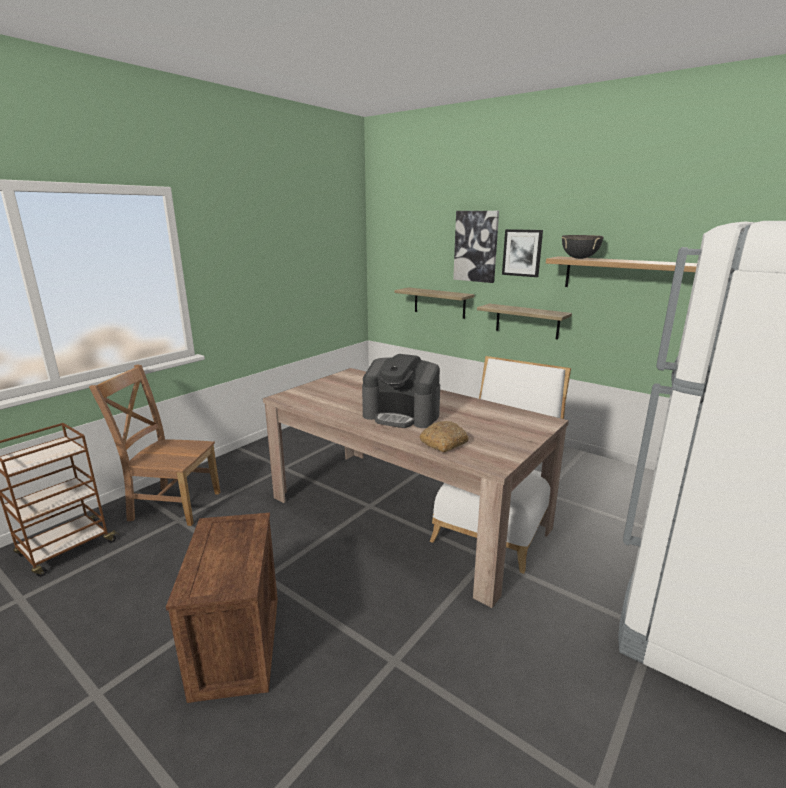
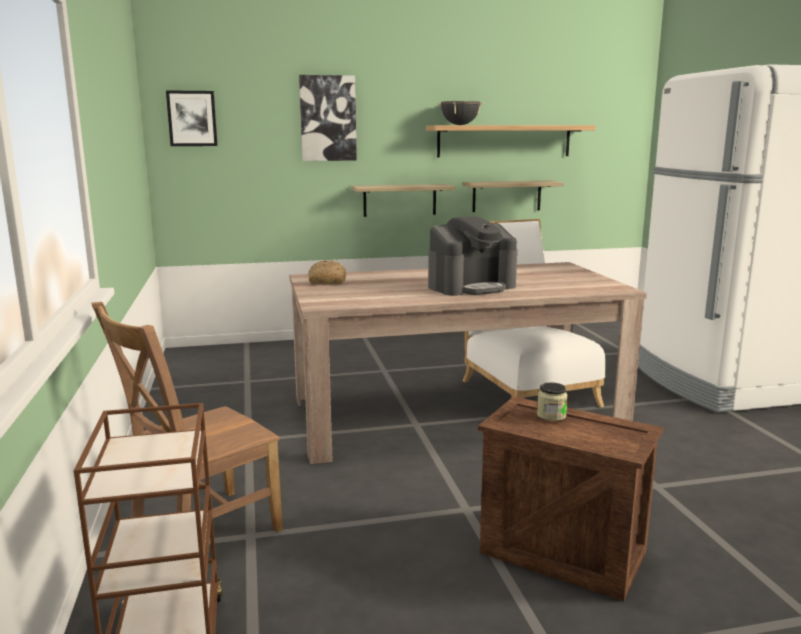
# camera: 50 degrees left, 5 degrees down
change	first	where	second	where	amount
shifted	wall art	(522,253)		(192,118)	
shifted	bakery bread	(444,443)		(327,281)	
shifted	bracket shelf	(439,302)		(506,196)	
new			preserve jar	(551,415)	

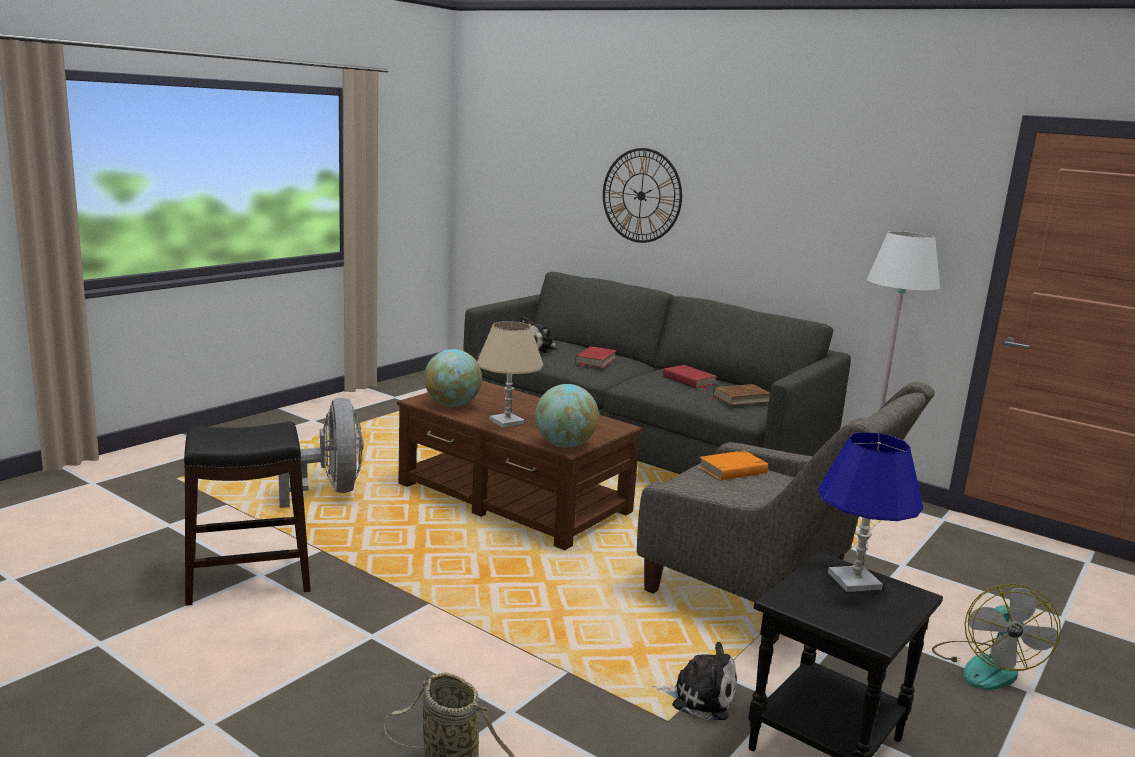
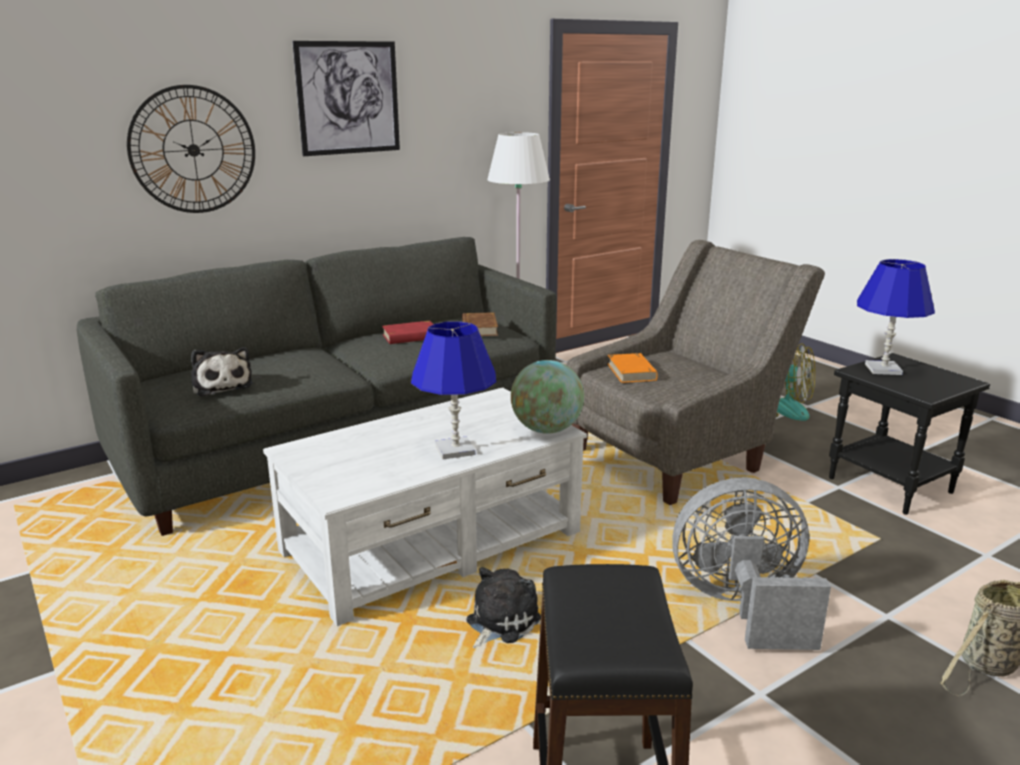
# camera: 70 degrees left, 5 degrees up
change	first	where	second	where	amount
repainted	brown-coloured lounge table	(513,499)	white-coloured lounge table	(434,542)	
new			wall art	(348,98)	
repainted	beige-coloured lamp for a table	(507,421)	blue-coloured lamp for a table	(455,449)	
shifted	cuddly toy	(699,697)		(499,623)	
shifted	greyish fan	(330,491)		(742,607)	
gone	world globe	(452,405)			
gone	reddish bound book	(595,360)			

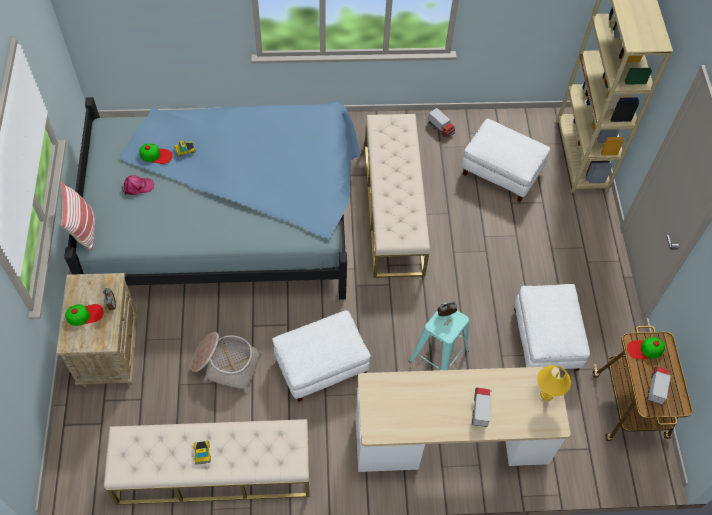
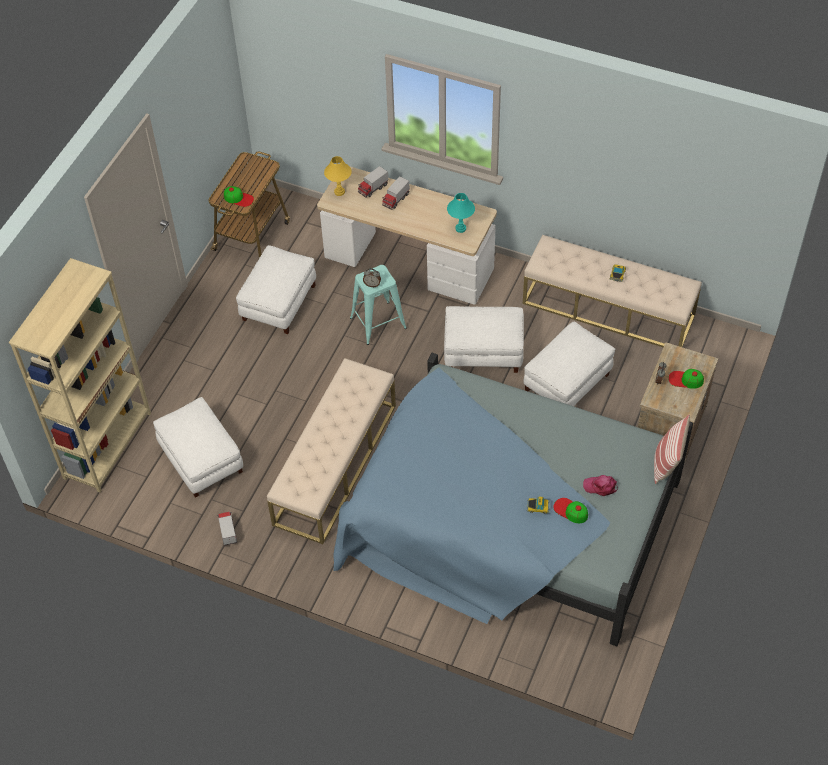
# camera: 150 degrees left, 5 degrees down
change	first	where	second	where	amount
shifted	toy truck	(656,388)		(373,188)	
new			blue-green lamp for a table	(461,228)	
swapped	storage basket	(225,364)	white-coloured ottoman	(567,382)	

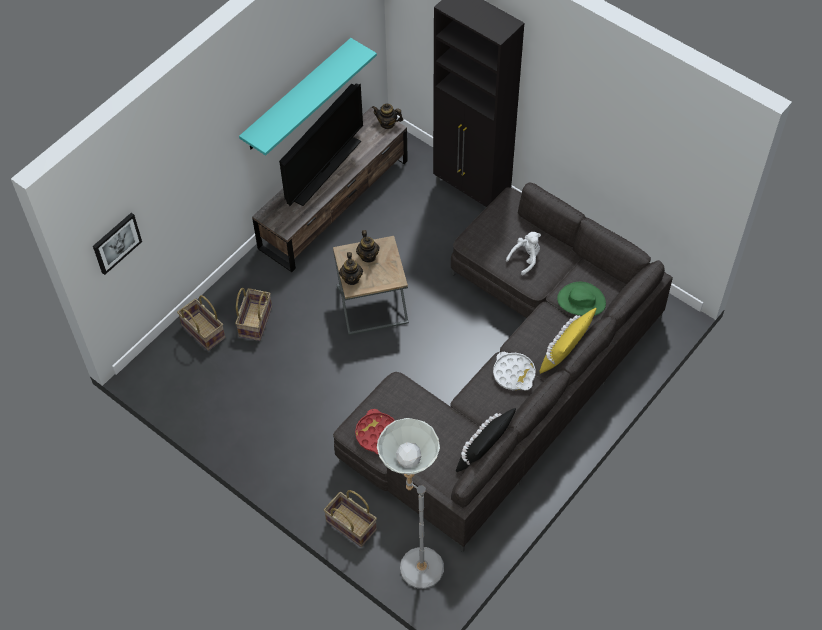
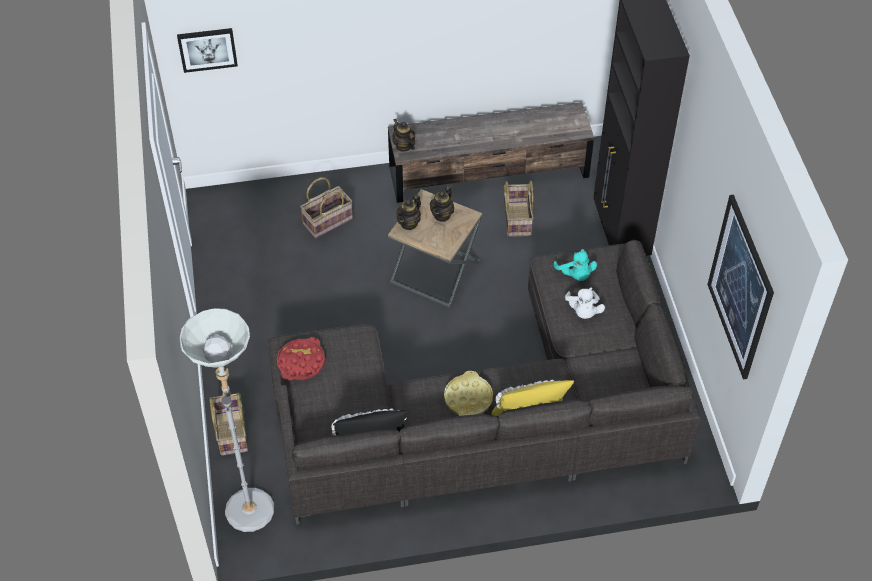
# camera: 40 degrees right, 5 degrees down
change	first	where	second	where	amount
shifted	pot for tea	(387,123)		(404,146)	
repainted	white-coloured tray	(514,373)	yellowish tray	(468,398)	
shifted	storage basket	(202,332)		(516,219)	
new			blue-green cuddly toy	(576,275)	
rotated	white-coloured cuddly toy	(525,258)		(583,311)	90 degrees clockwise
new			wall art	(740,287)	
gone	blue-green bracket shelf	(297,95)			
gone	television	(325,169)			
gone	greenish wearable hat	(581,301)			

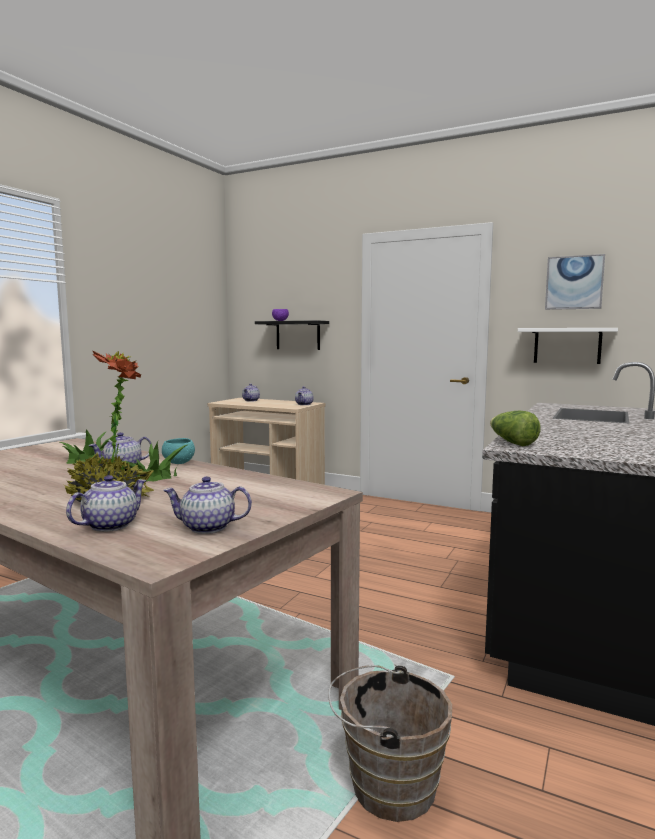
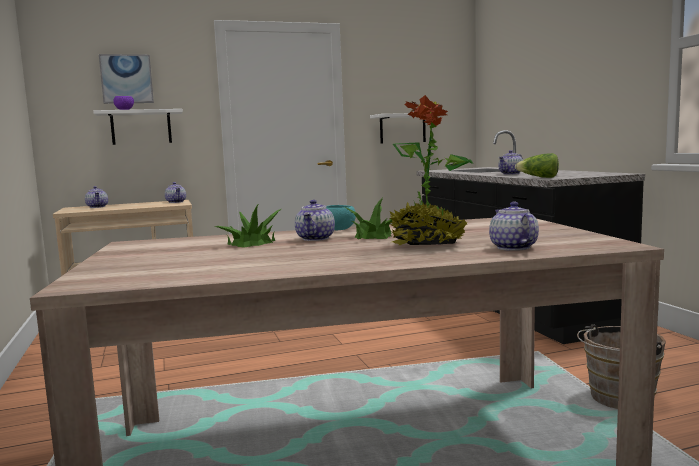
# camera: 45 degrees left, 0 degrees up
change	first	where	second	where	amount
repainted	black bracket shelf	(298,335)	white-coloured bracket shelf	(141,127)	
shifted	wall art	(574,282)		(126,79)	
shifted	pot for tea	(207,527)		(511,174)	

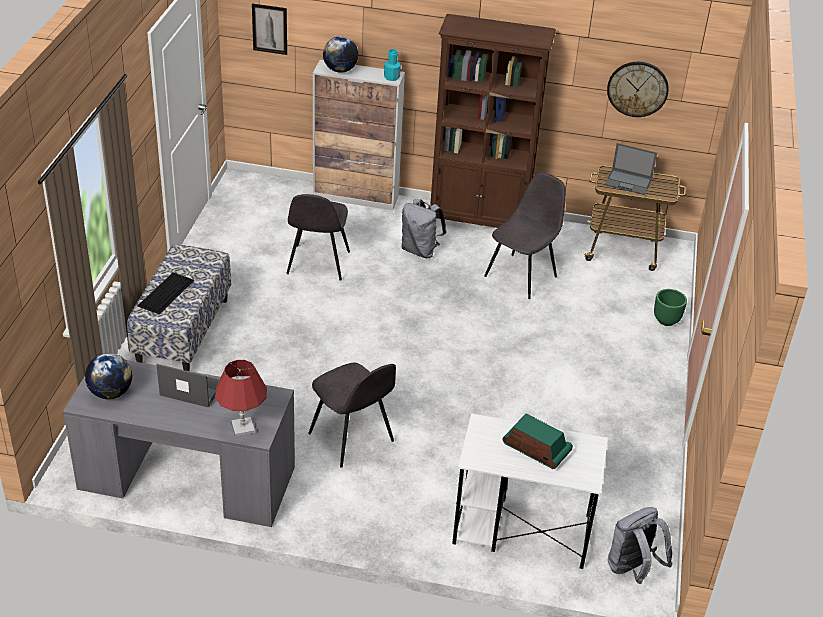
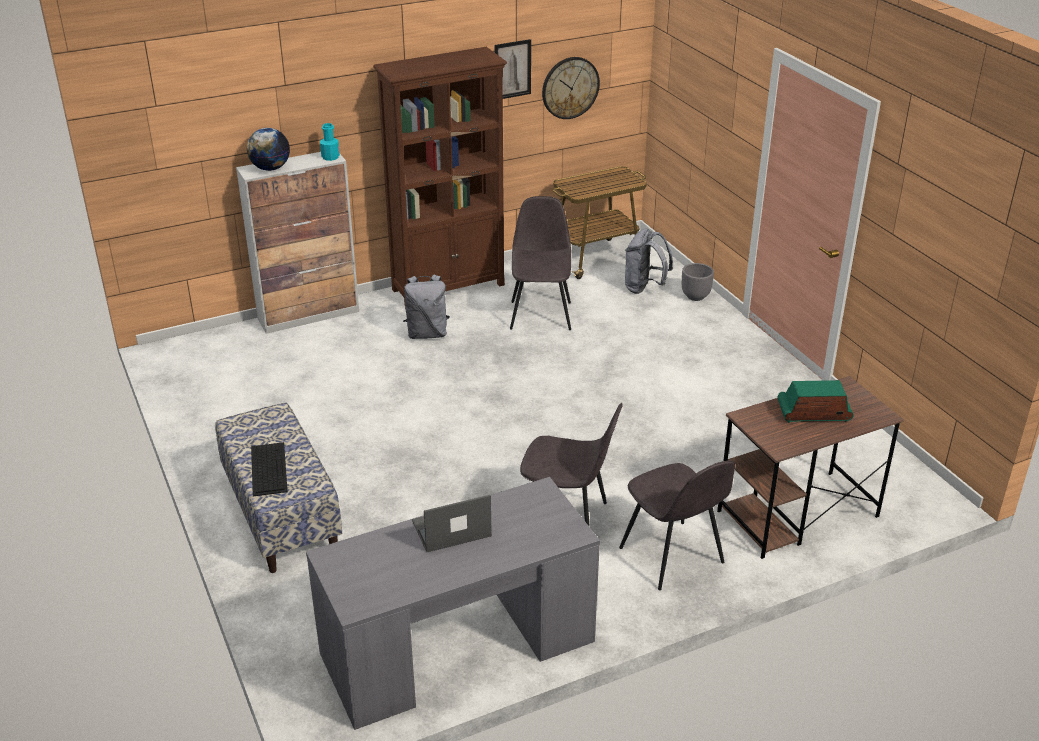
# camera: 35 degrees left, 5 degrees down
change	first	where	second	where	amount
shifted	wall art	(269,29)		(512,69)	
shifted	greyish plain chair	(318,264)		(673,557)	
shifted	greyish backpack	(632,569)		(644,288)	
repainted	greenish plant pot	(666,321)	greyish plant pot	(696,296)	
repainted	white-coloured desk unit	(520,529)	brown-coloured desk unit	(796,514)	
gone	world globe	(111,393)			
gone	reddish lamp for a table	(243,427)			
gone	notebook computer	(628,182)			

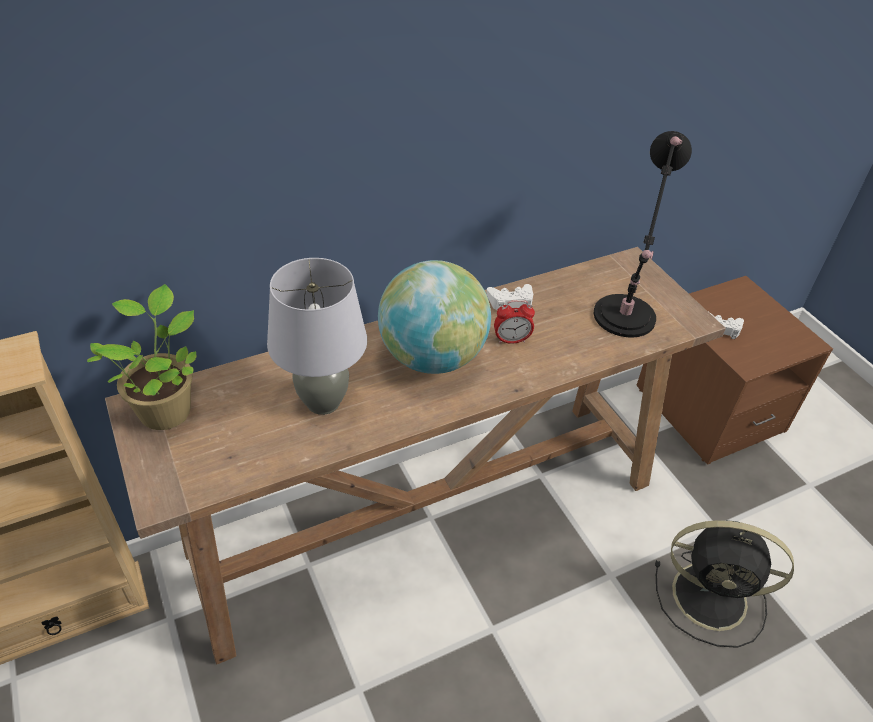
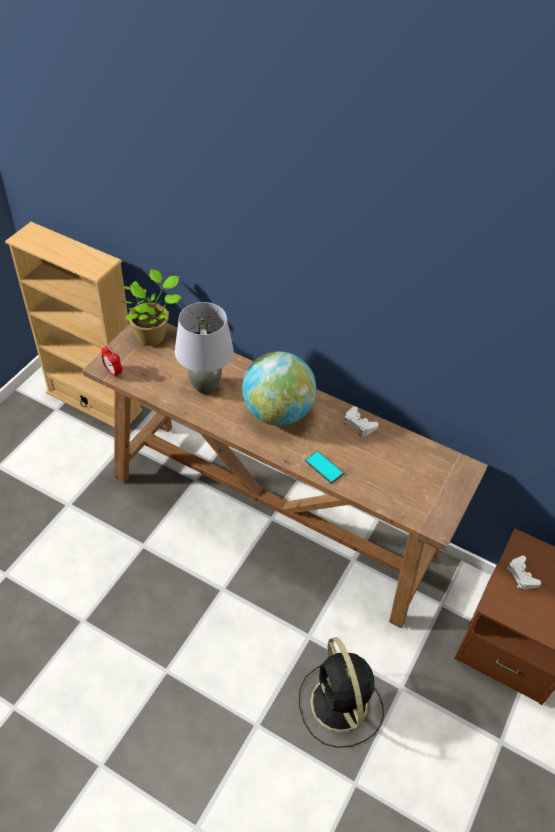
# camera: 55 degrees right, 5 degrees up
change	first	where	second	where	amount
shifted	bedside clock	(511,340)		(113,372)	
new			phone	(324,467)	
gone	black lamp for a table	(623,320)			

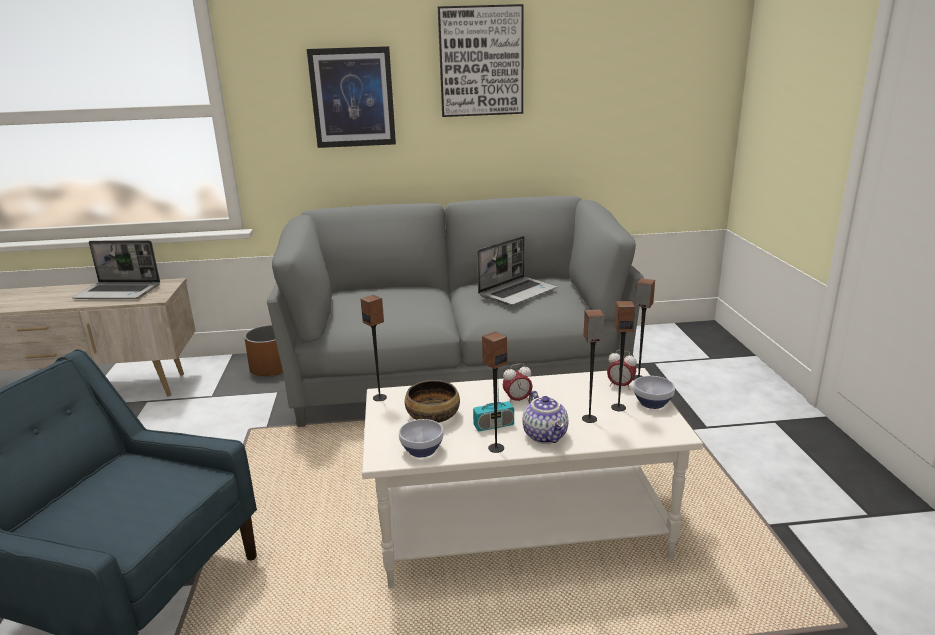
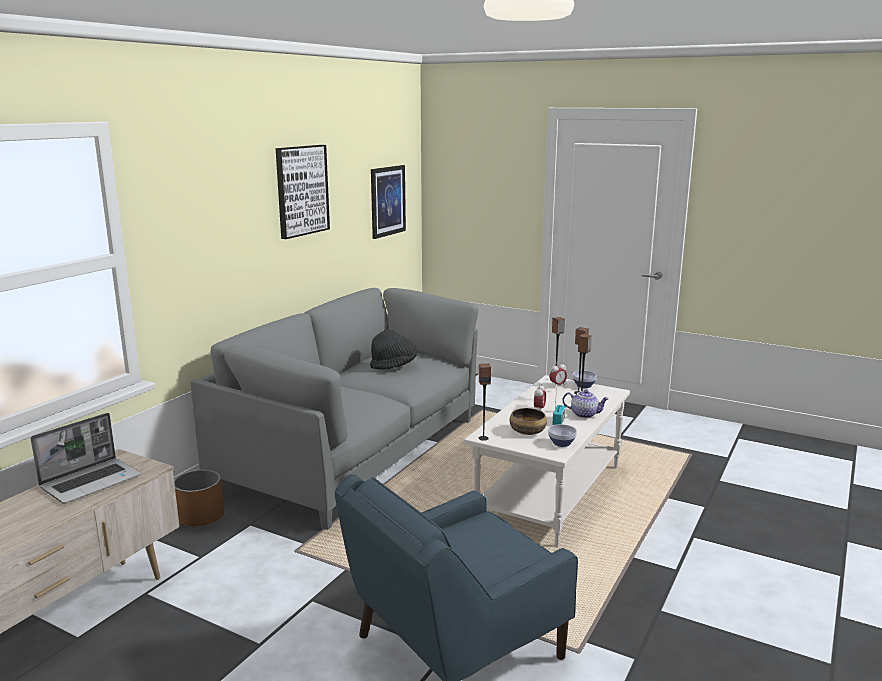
# camera: 55 degrees left, 5 degrees down
change	first	where	second	where	amount
swapped	notebook computer	(517,292)	black wearable hat	(394,366)	
shifted	wall art	(352,97)		(387,201)	
gone	audio speaker	(496,448)			

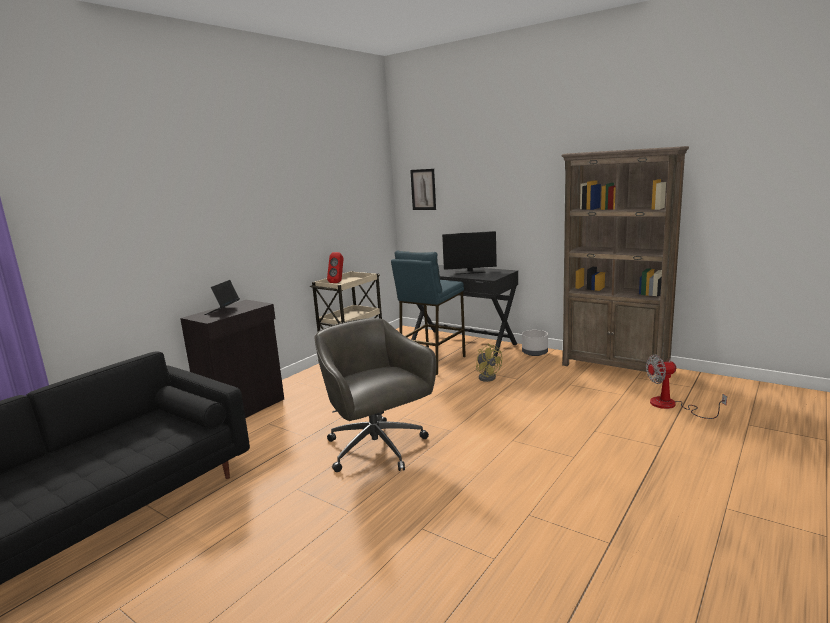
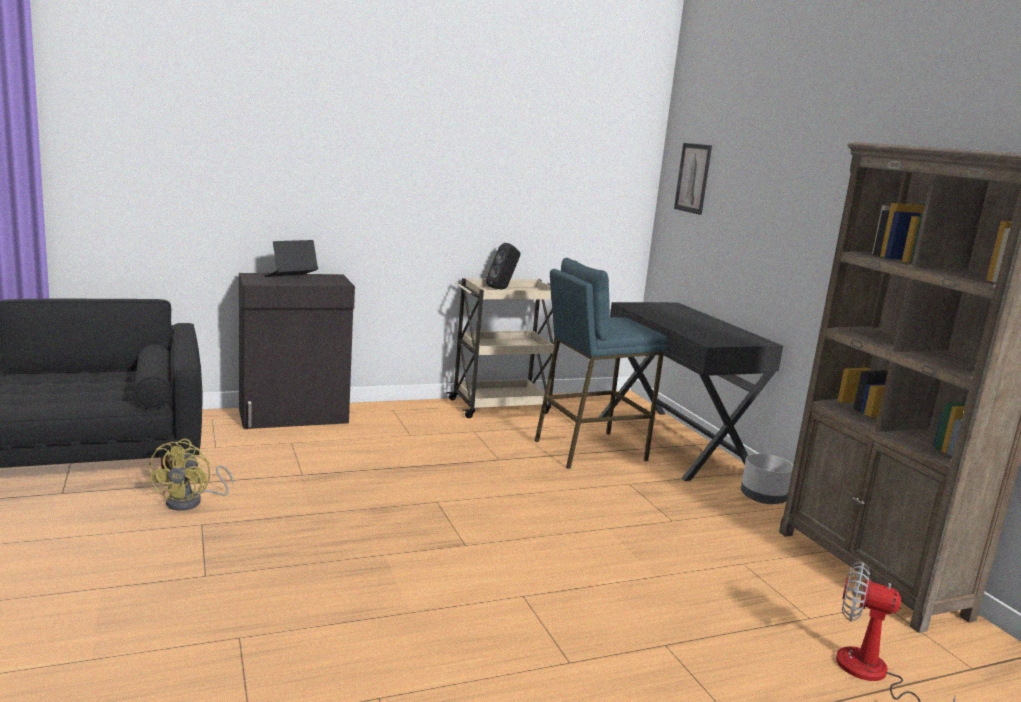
# camera: 30 degrees right, 0 degrees up
change	first	where	second	where	amount
shifted	yellowish fan	(487,377)		(191,502)	
repainted	reddish audio speaker	(338,282)	black audio speaker	(502,289)	
gone	greyish computer chair	(377,449)			
gone	computer screen	(470,272)			

